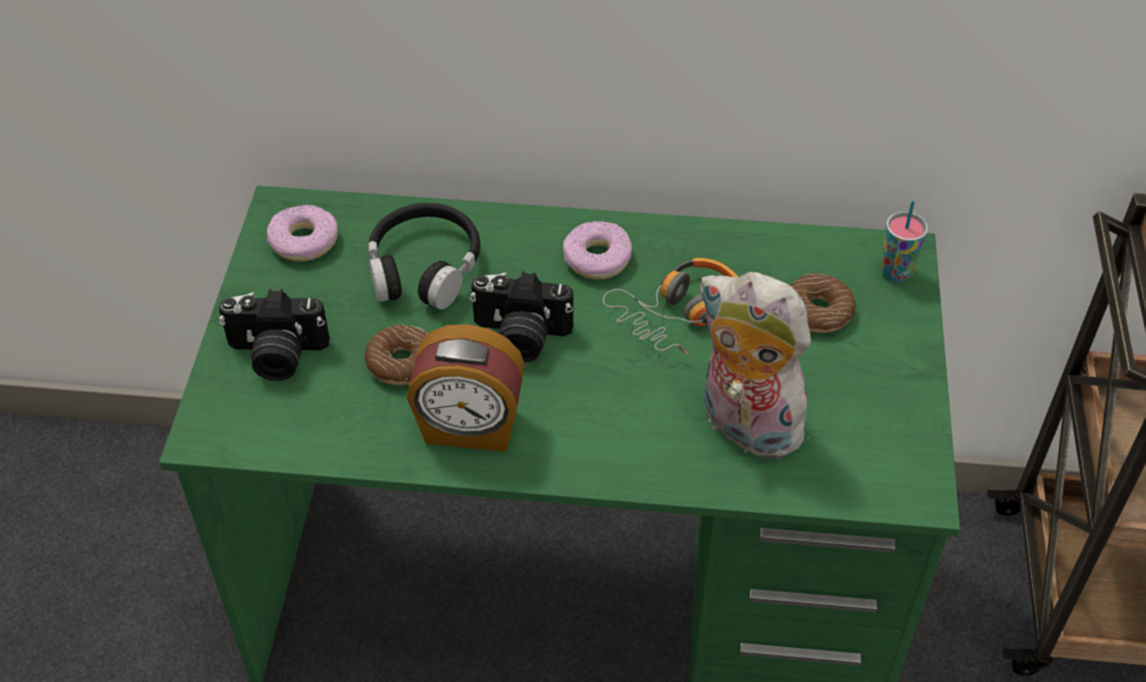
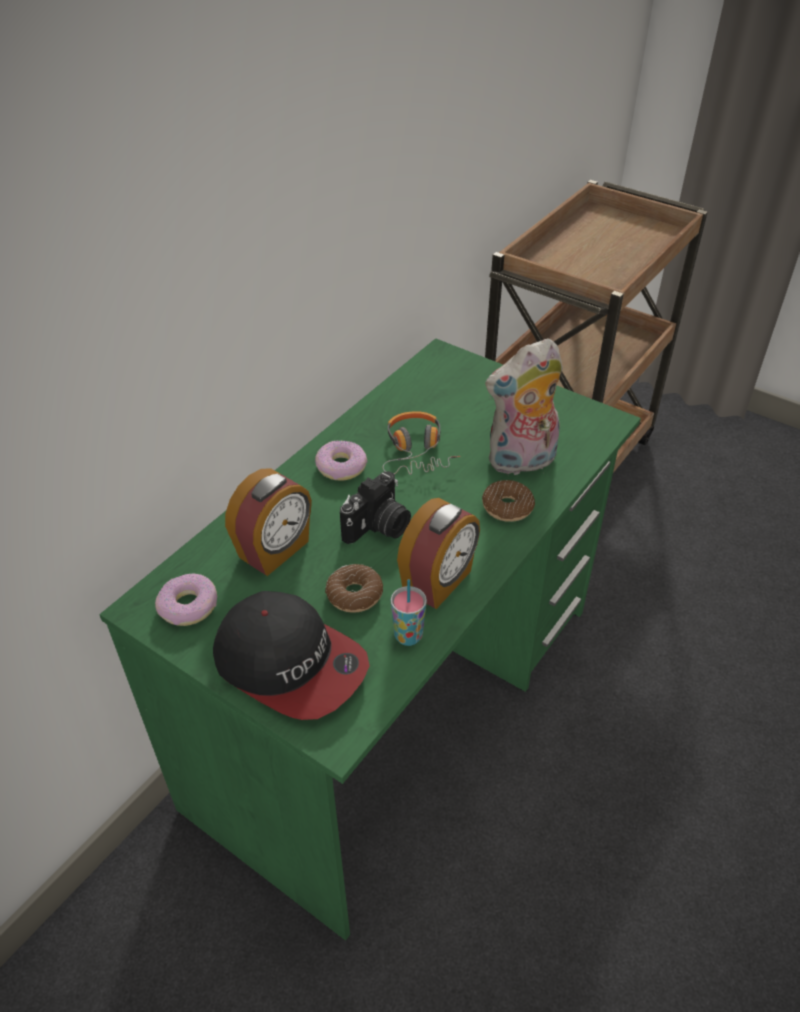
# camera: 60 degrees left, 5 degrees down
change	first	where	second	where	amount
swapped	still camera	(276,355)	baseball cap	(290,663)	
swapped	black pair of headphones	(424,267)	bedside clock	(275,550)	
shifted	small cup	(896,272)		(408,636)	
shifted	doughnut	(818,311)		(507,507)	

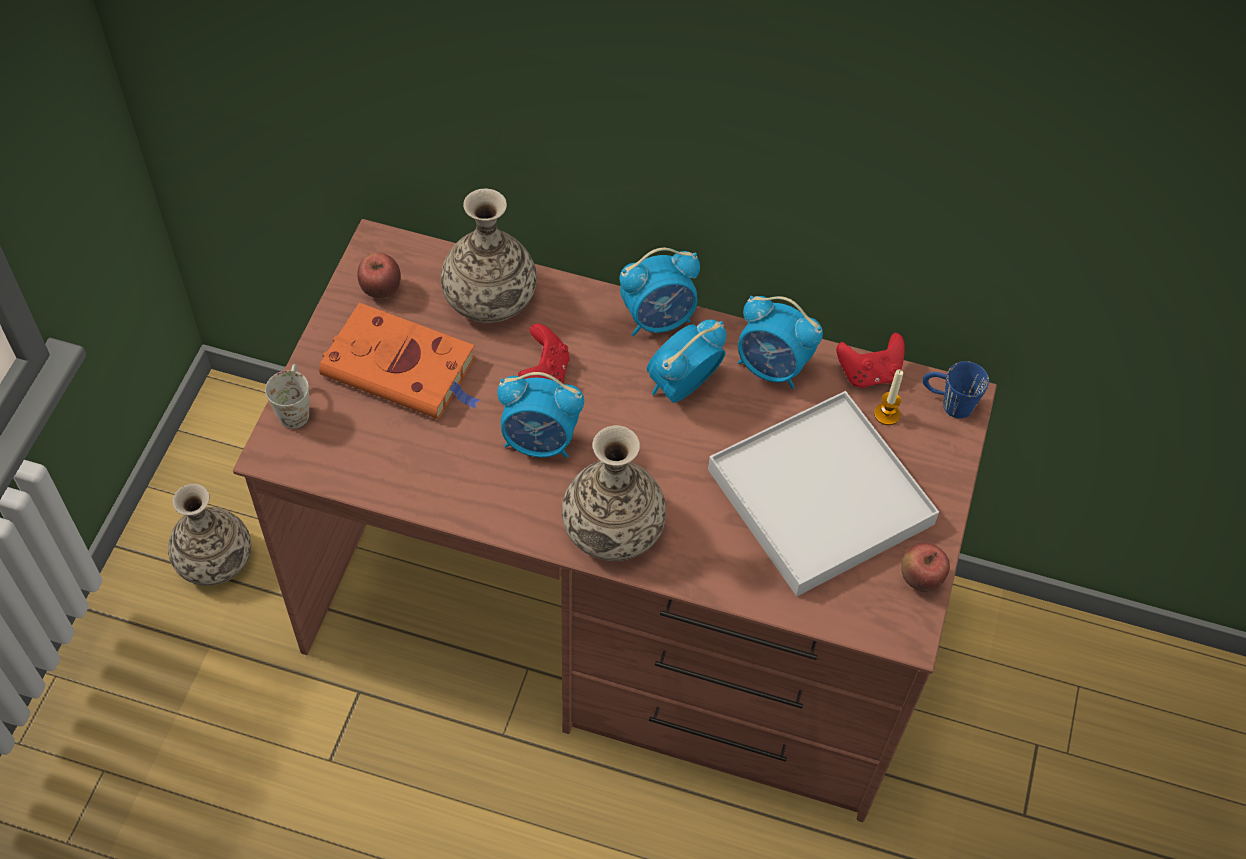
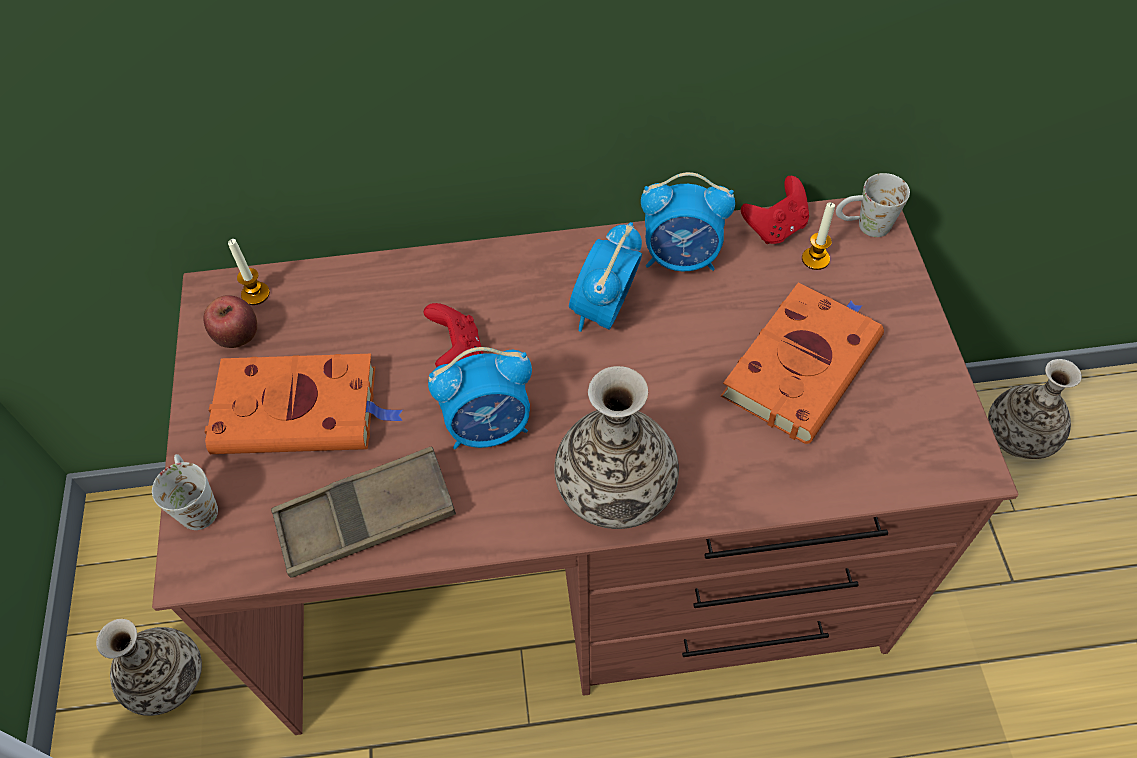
# camera: 20 degrees left, 0 degrees up
change	first	where	second	where	amount
new			candle	(255,294)	
new			brown-coloured tray	(366,518)	
swapped	white-coloured tray	(820,496)	orange bound book	(802,364)	
repainted	blue-coloured coffee mug	(947,403)	white-coloured coffee mug	(863,226)	
shifted	decorative vase	(490,297)		(1019,435)	
gone	bedside clock	(658,319)			
gone	apple	(919,579)			

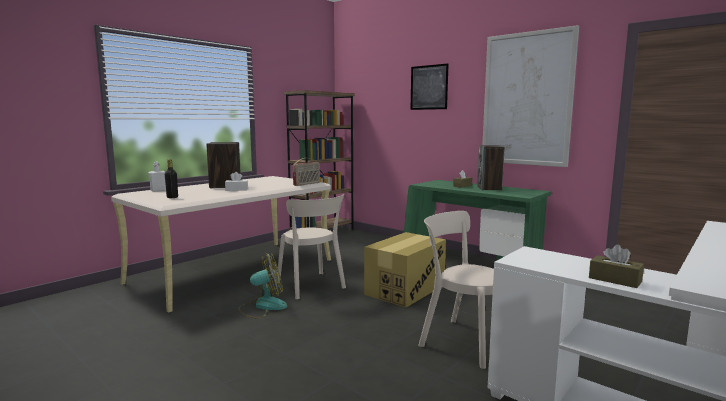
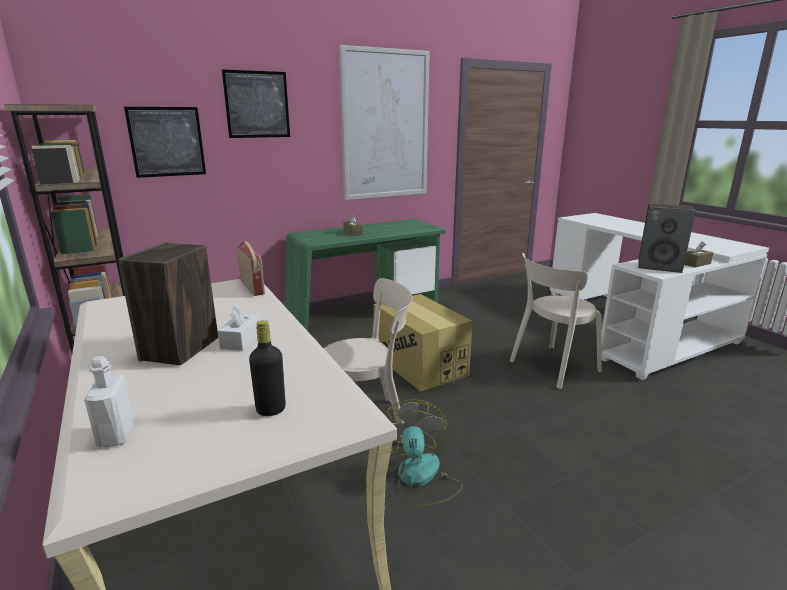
# camera: 70 degrees left, 10 degrees up
change	first	where	second	where	amount
new			wall art	(167,142)	
shifted	audio speaker	(489,188)		(659,266)	

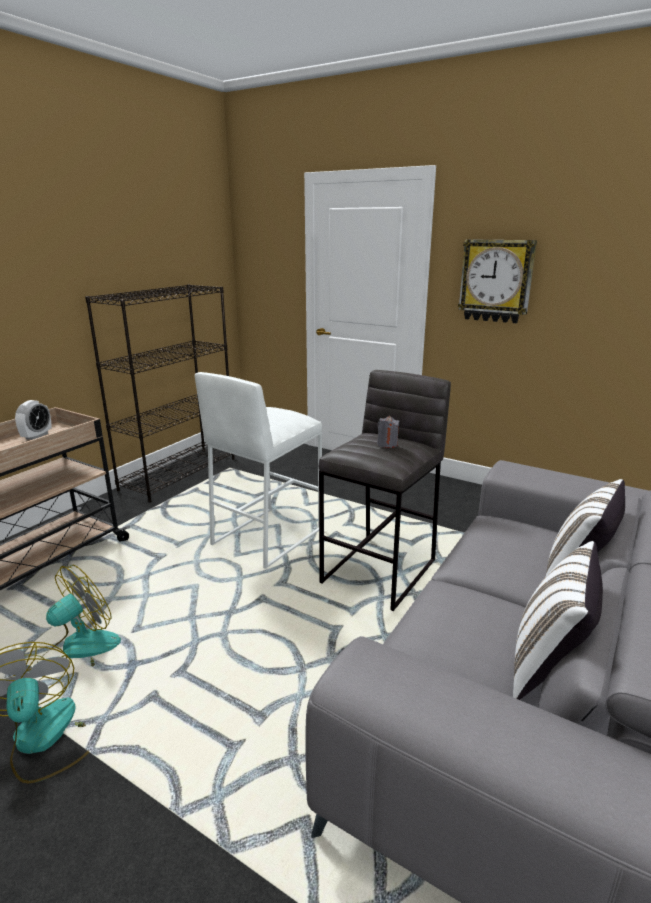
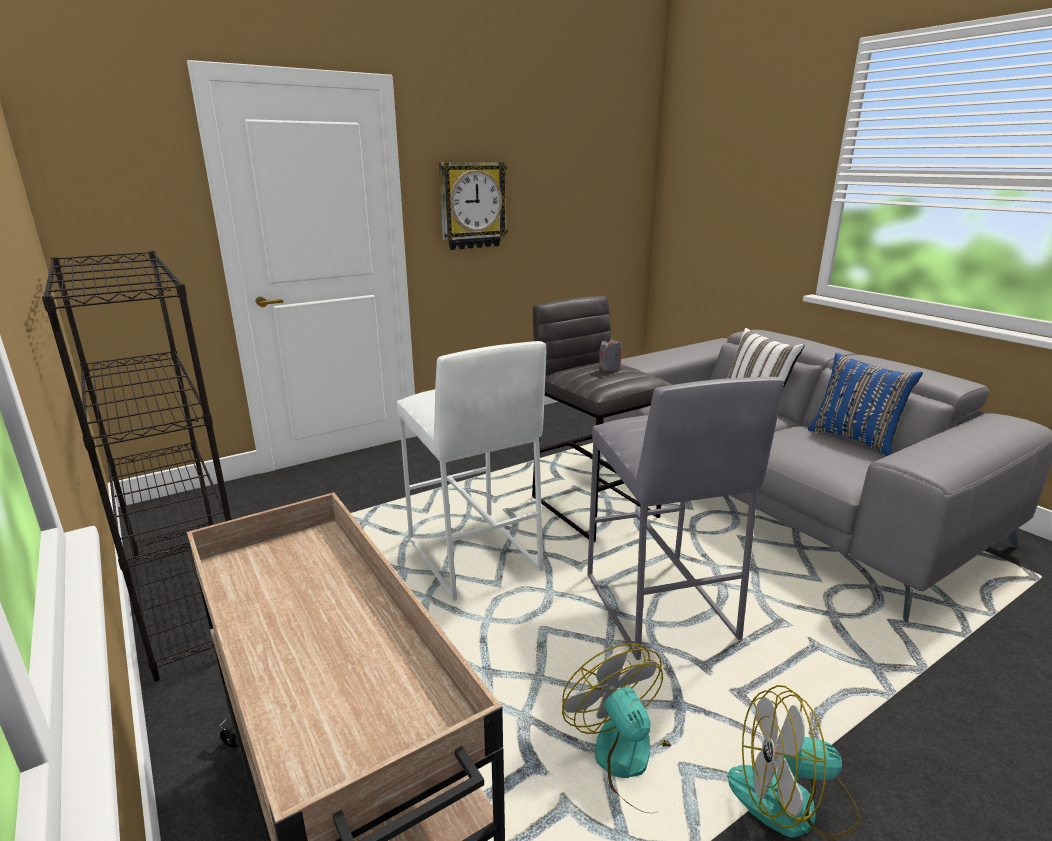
# camera: 65 degrees left, 0 degrees up
change	first	where	second	where	amount
new			greyish stool seat	(658,607)	
repainted	white-coloured pillow	(548,666)	blue-coloured pillow	(854,439)	
gone	bedside clock	(37,436)			

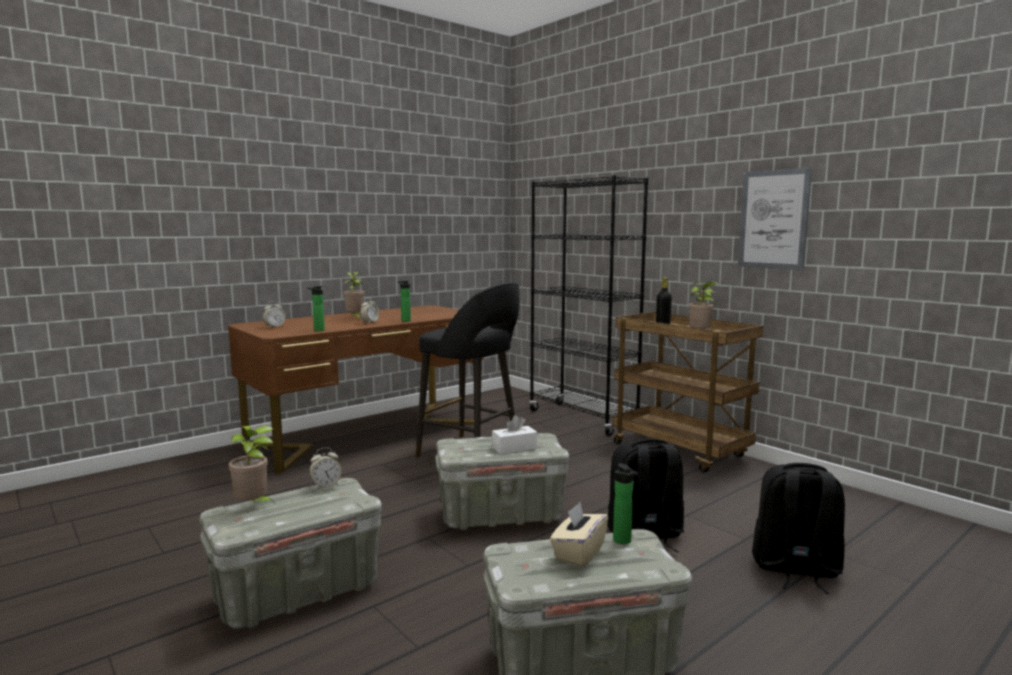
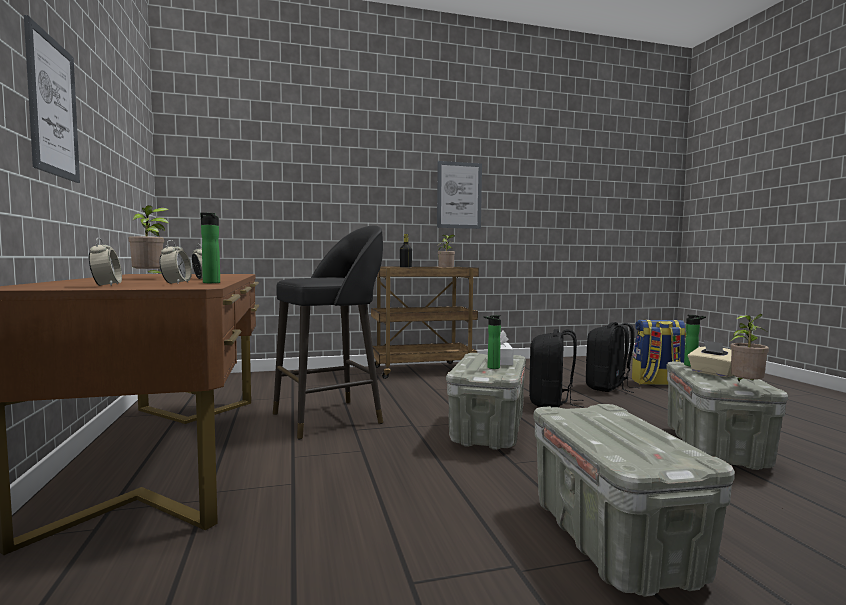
# camera: 65 degrees left, 5 degrees down
change	first	where	second	where	amount
new			wall art	(52,107)	
shifted	bedside clock	(326,485)		(176,283)	
shifted	drink bottle	(405,320)		(491,368)	
new			backpack	(657,383)	
shifted	potted plant	(254,506)		(746,387)	
gone	black bookshelf	(582,419)			

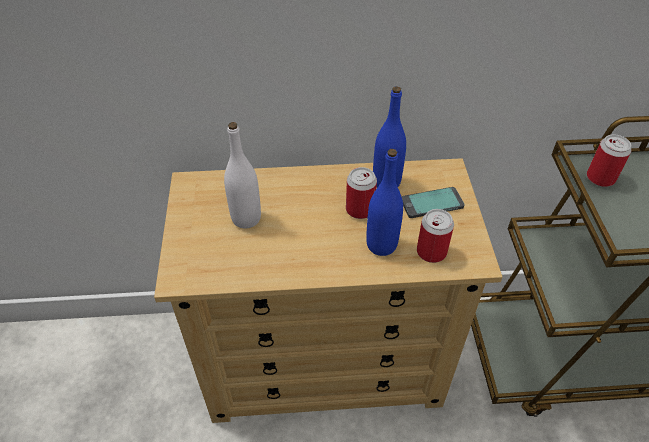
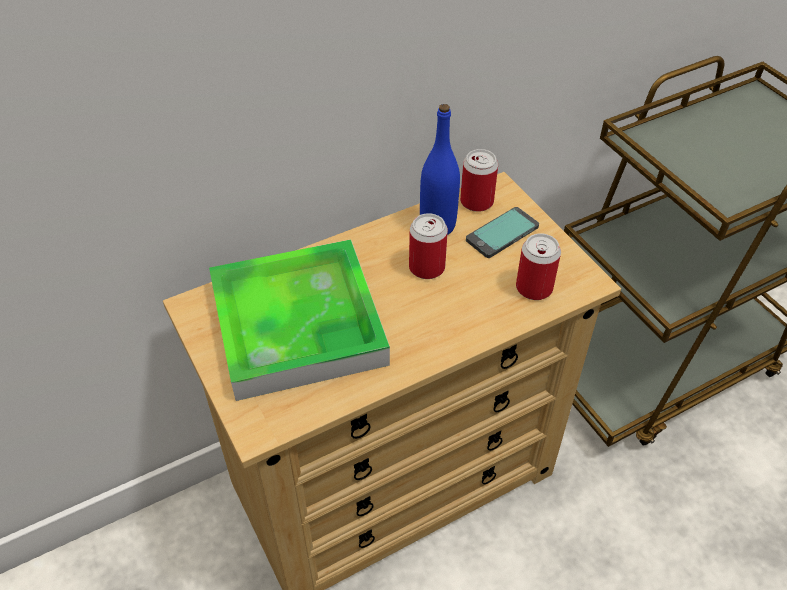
# camera: 25 degrees left, 0 degrees up
change	first	where	second	where	amount
swapped	white-coloured drink bottle	(246,218)	tray	(298,324)	
shifted	metal can	(600,178)		(476,201)	
gone	blue-coloured drink bottle	(381,245)			

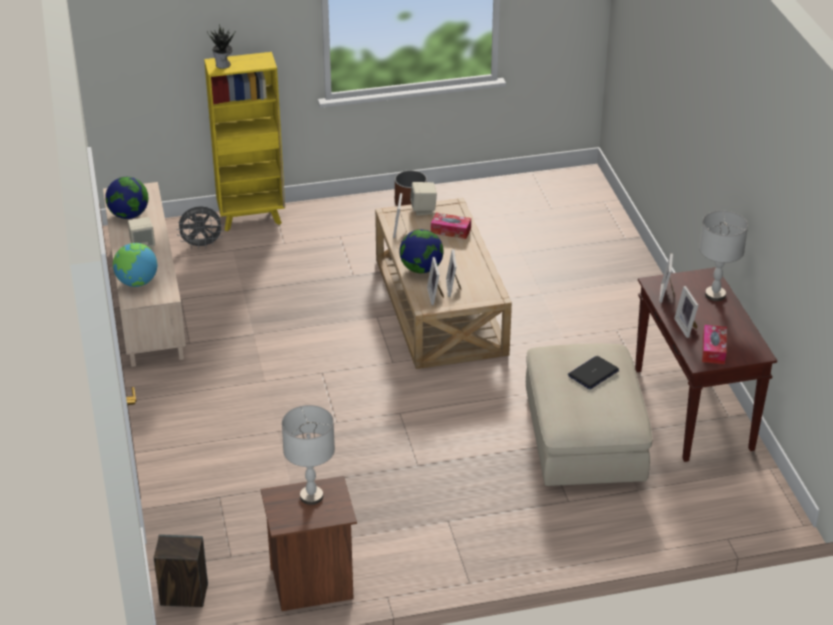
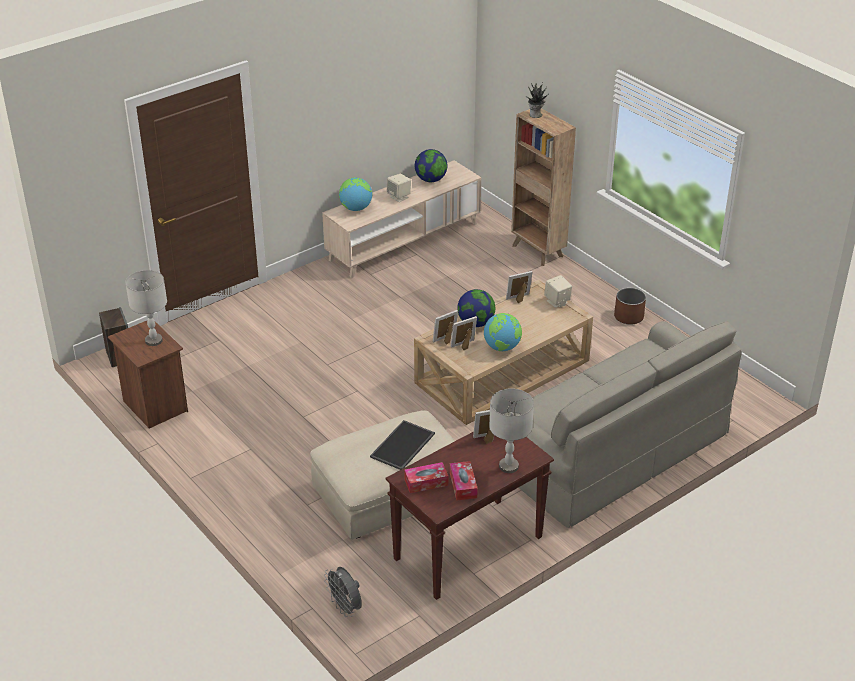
# camera: 65 degrees right, 0 degrees up
change	first	where	second	where	amount
shifted	greyish fan	(202,245)		(345,608)	
swapped	notebook computer	(593,373)	tray	(403,446)	
shifted	tissue box	(450,230)		(463,485)	
new			world globe	(502,347)	
new			greyish sofa	(612,450)	
repainted	yellowish bookshelf	(252,218)	brown-coloured bookshelf	(538,251)	
gone	photo frame	(687,327)			

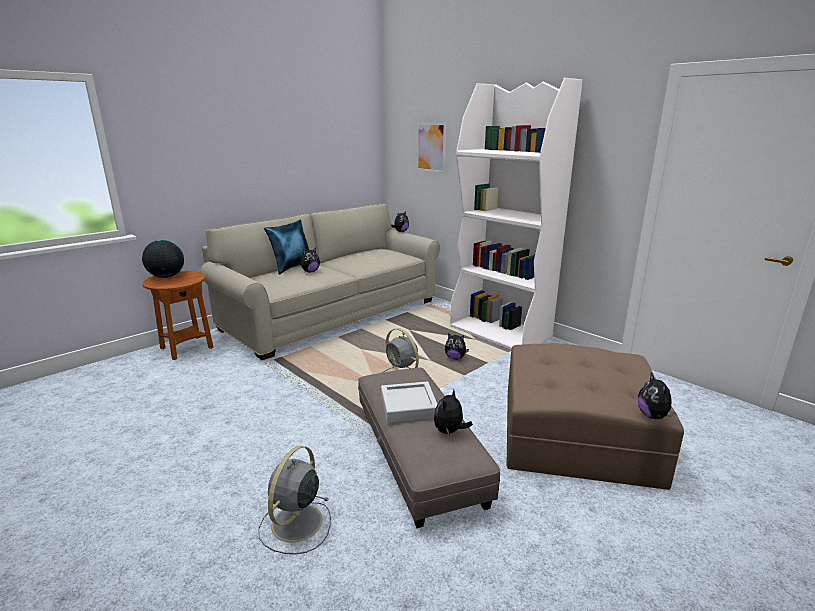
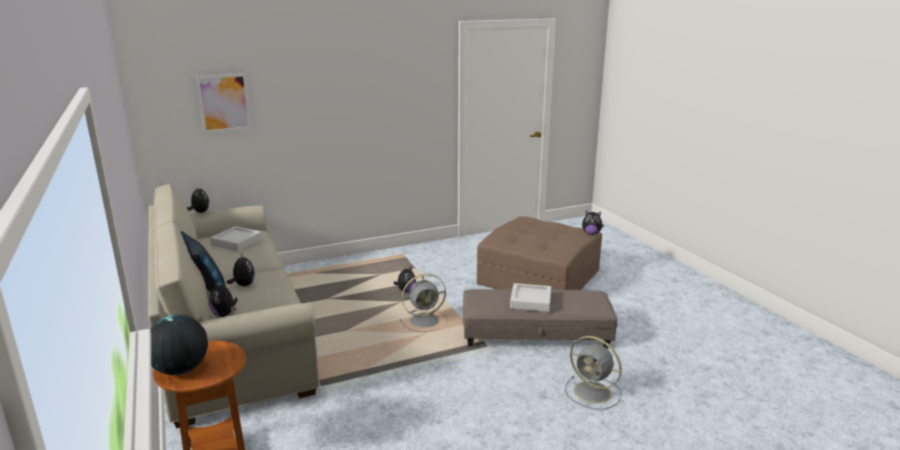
# camera: 70 degrees left, 0 degrees up
change	first	where	second	where	amount
shifted	cuddly toy	(450,431)		(225,314)	
new			greyish tray	(236,242)	
gone	white-coloured bookshelf	(501,332)			

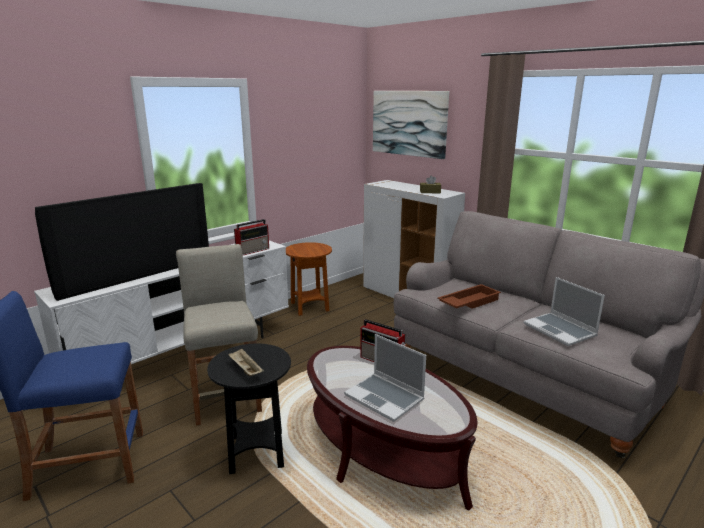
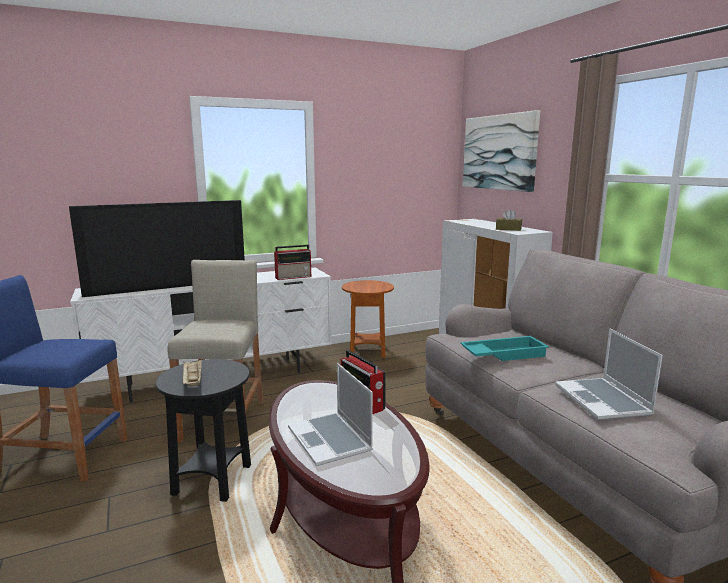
# camera: 20 degrees right, 5 degrees down
change	first	where	second	where	amount
repainted	brown-coloured tray	(468,302)	blue-green tray	(503,354)	

